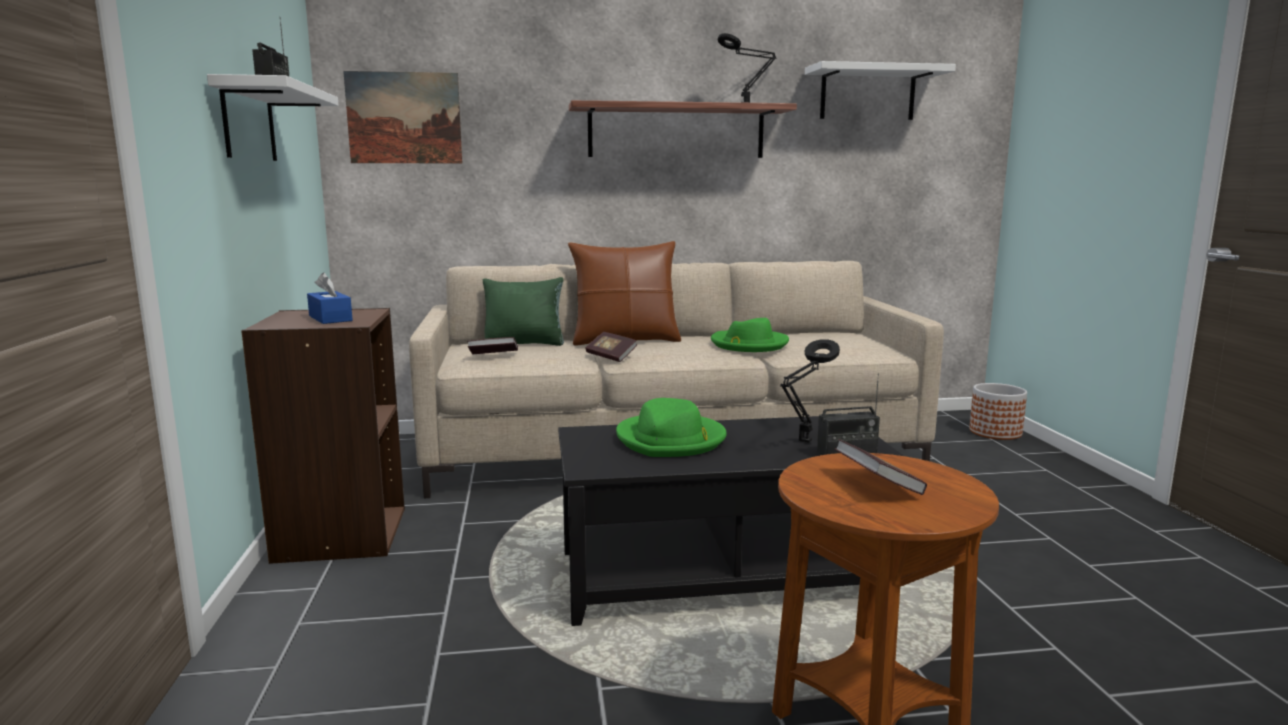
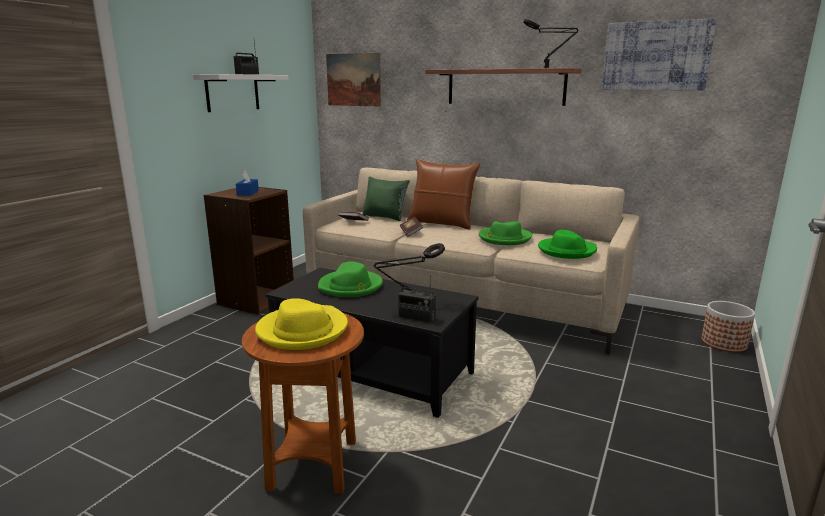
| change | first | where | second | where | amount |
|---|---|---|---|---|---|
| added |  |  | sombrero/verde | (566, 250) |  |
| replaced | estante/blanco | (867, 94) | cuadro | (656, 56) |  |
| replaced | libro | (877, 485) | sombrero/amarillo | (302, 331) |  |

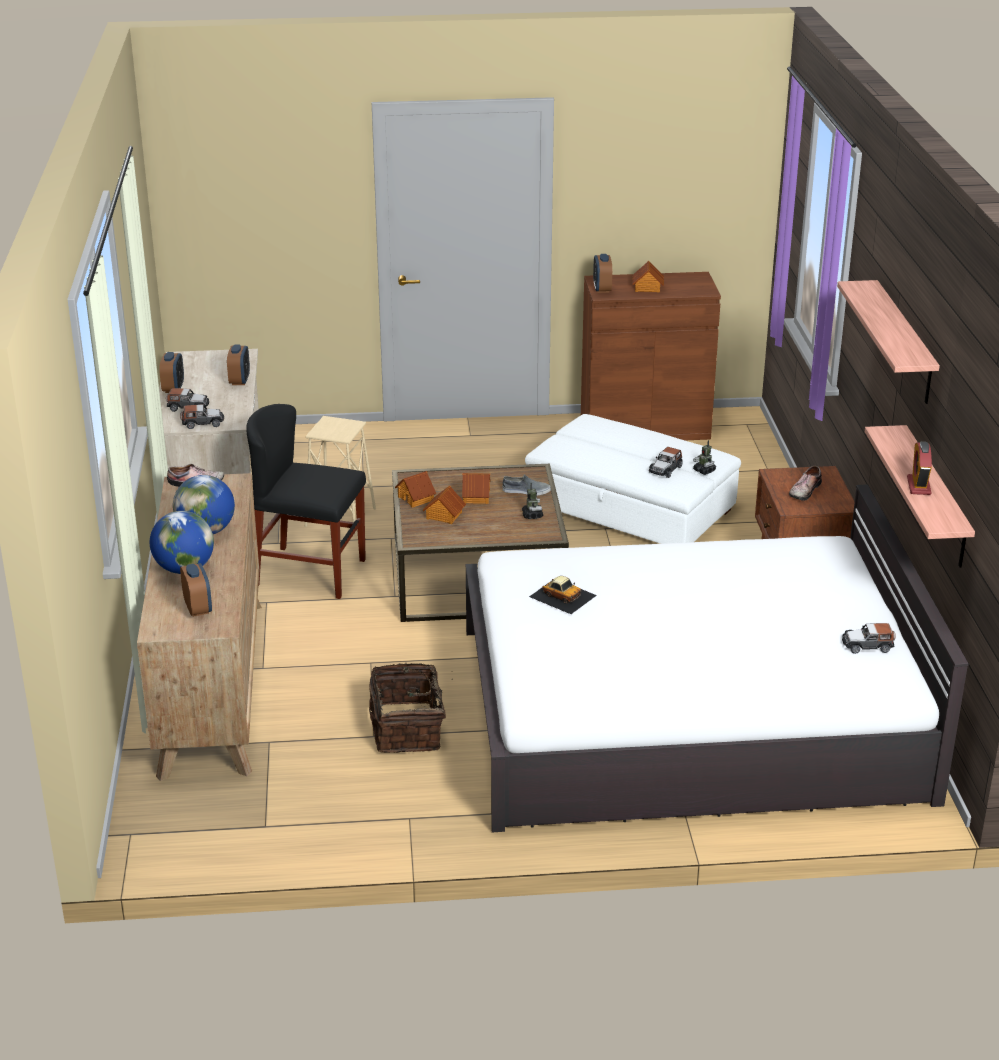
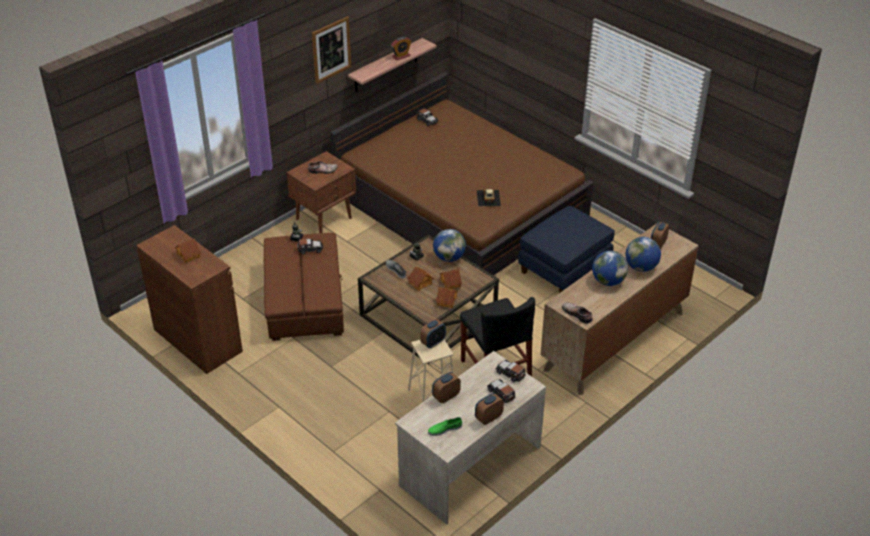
| change | first | where | second | where | amount |
|---|---|---|---|---|---|
| added |  |  | zapato/verde | (444, 429) |  |
| added |  |  | globo terráqueo | (449, 257) |  |
| moved | despertador | (602, 289) |  | (433, 342) |  |
| replaced | cesta | (408, 729) | puf/azul | (564, 268) |  |
| replaced | estante | (904, 343) | cuadro | (331, 49) |  |
| recoloured | cama/blanco | (689, 714) | cama/marrón | (460, 205) |  |
| recoloured | puf/blanco | (630, 507) | puf/marrón | (304, 299) |  |

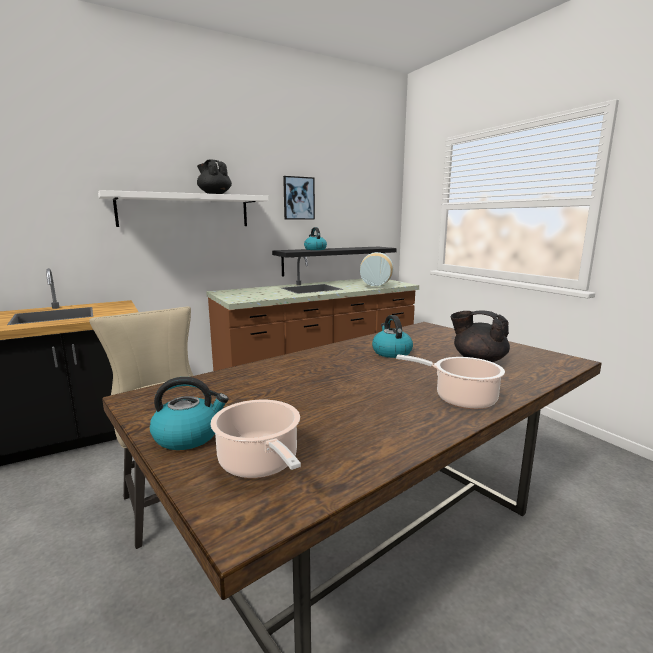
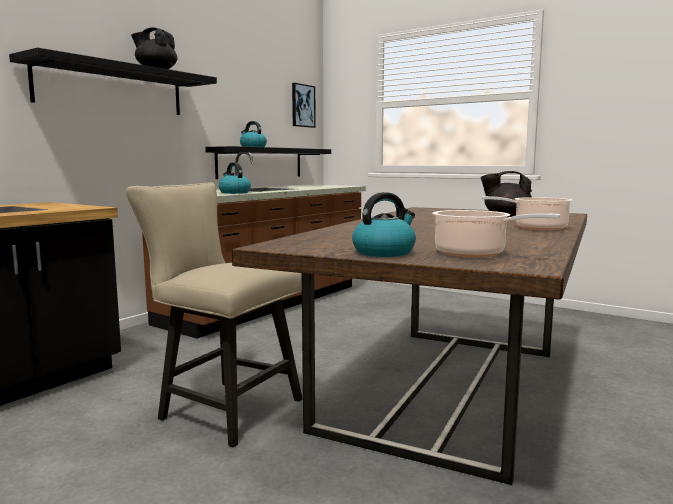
| change | first | where | second | where | amount |
|---|---|---|---|---|---|
| removed | florero | (375, 285) |  |  |  |
| moved | cuadro | (298, 198) |  | (302, 106) |  |
| moved | hervidor | (391, 352) |  | (234, 192) |  |
| recoloured | estante/blanco | (184, 211) | estante/negro | (112, 89) |  |

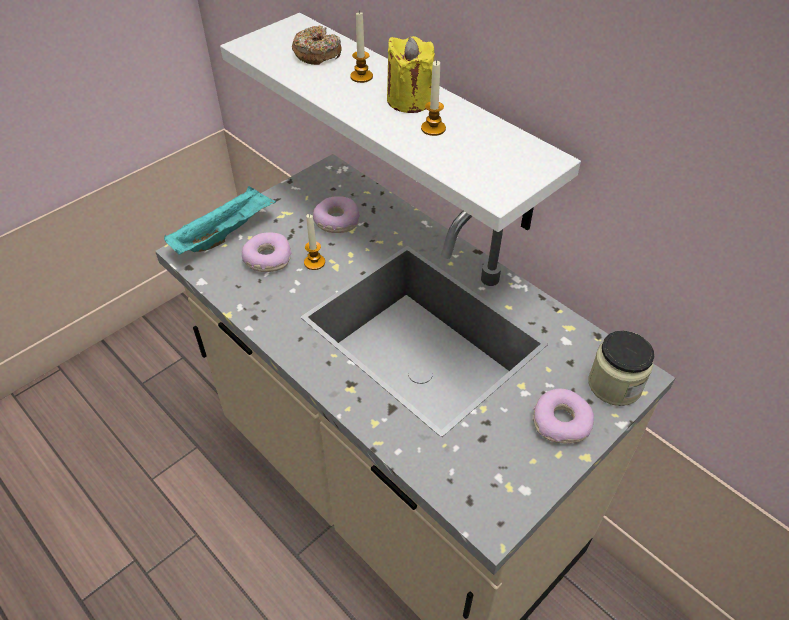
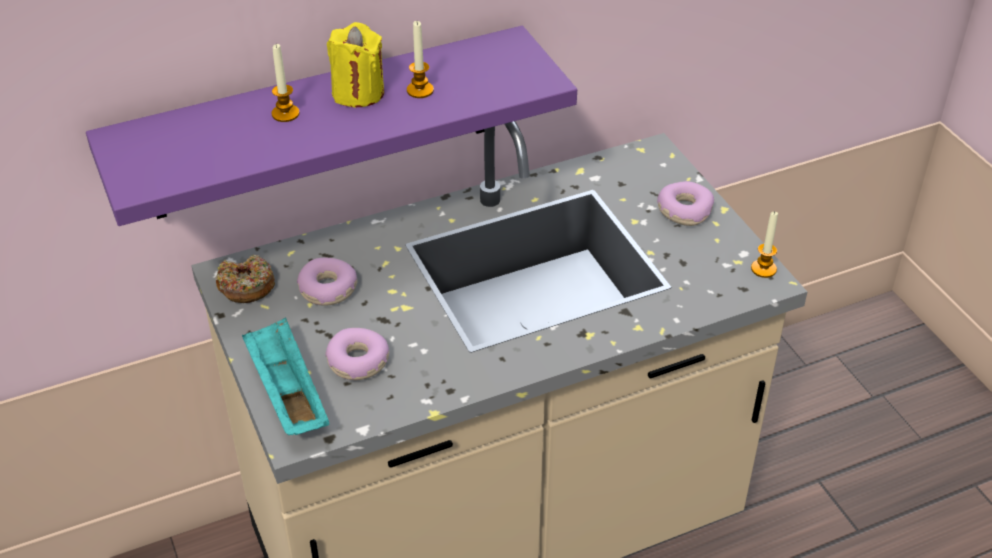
| change | first | where | second | where | amount |
|---|---|---|---|---|---|
| removed | tarro | (614, 385) |  |  |  |
| moved | rosquilla | (317, 54) |  | (246, 286) |  |
| moved | vela | (314, 262) |  | (763, 269) |  |
| recoloured | estante/blanco | (420, 121) | estante/morado | (321, 124) |  |

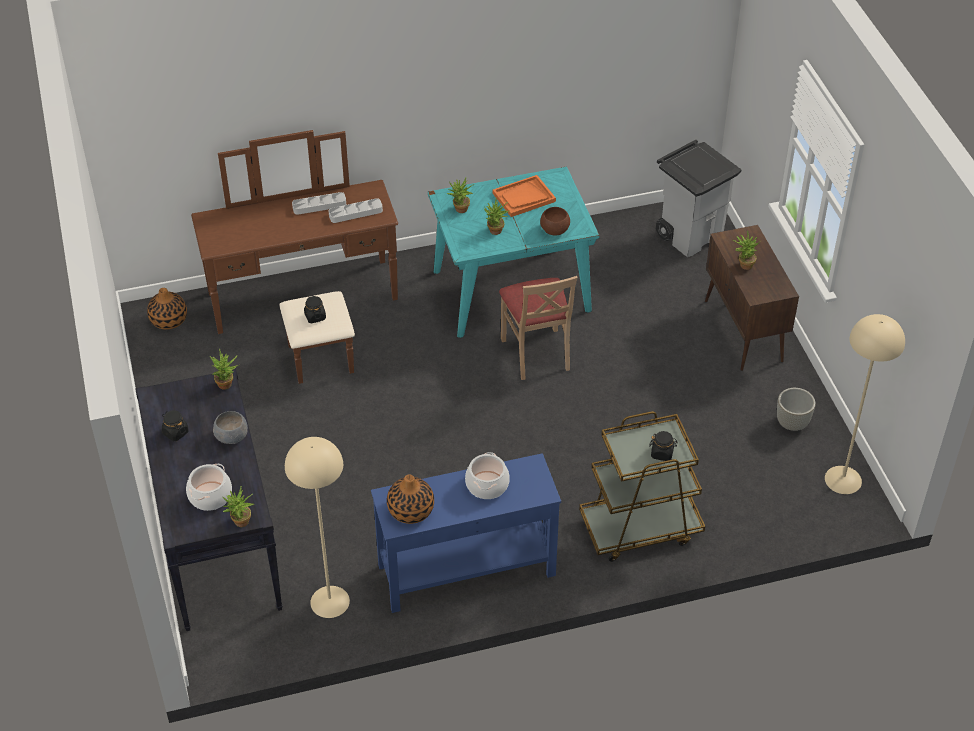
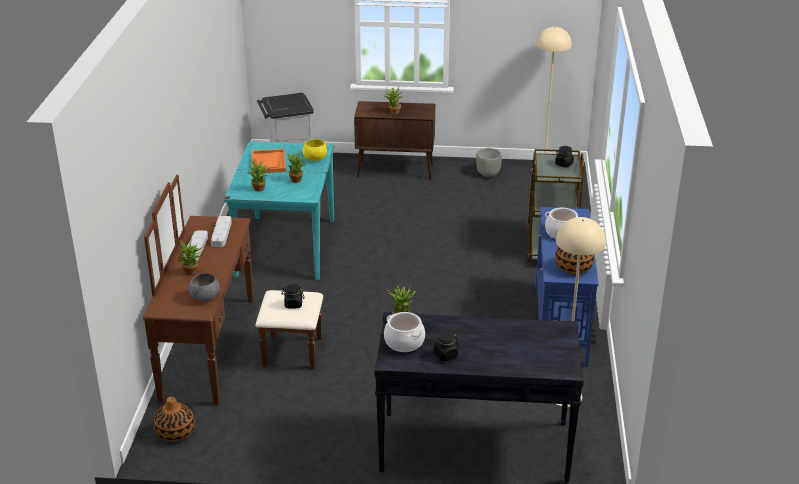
| change | first | where | second | where | amount |
|---|---|---|---|---|---|
| removed | silla/beis | (536, 353) |  |  |  |
| moved | olla | (210, 496) |  | (404, 342) |  |
| moved | cuenco/gris | (231, 436) |  | (204, 297) |  |
| moved | planta en maceta | (240, 524) |  | (192, 273) |  |
| recoloured | cuenco/marrón | (555, 230) | cuenco/amarillo | (315, 158) |  |

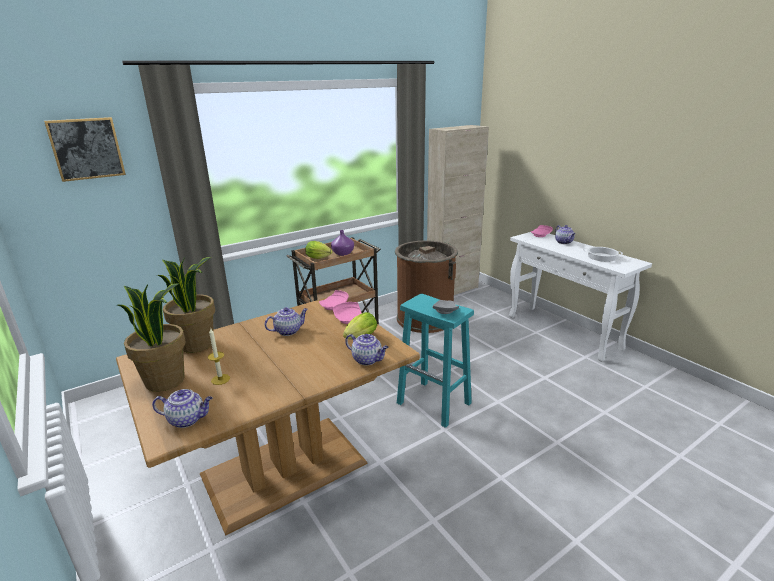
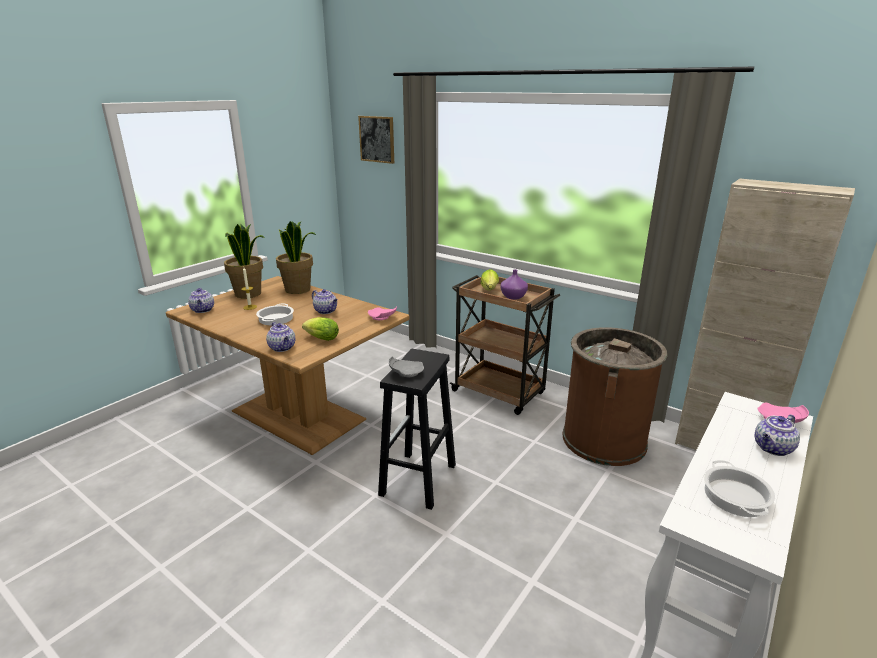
| change | first | where | second | where | amount |
|---|---|---|---|---|---|
| removed | plato/rosa | (348, 319) |  |  |  |
| added |  |  | olla | (276, 319) |  |
| recoloured | taburete/turquesa | (435, 403) | taburete/negro | (418, 480) |  |
| turned | tetera | (367, 360) |  | (282, 348) | 45 degrees counterclockwise |

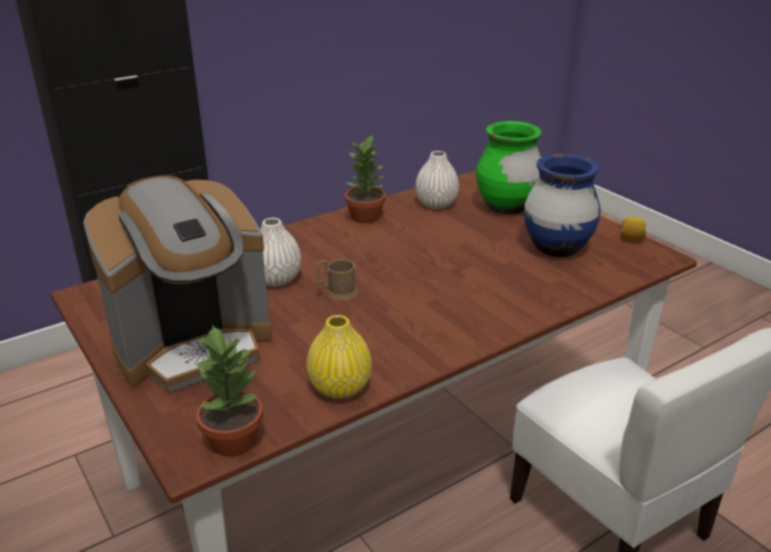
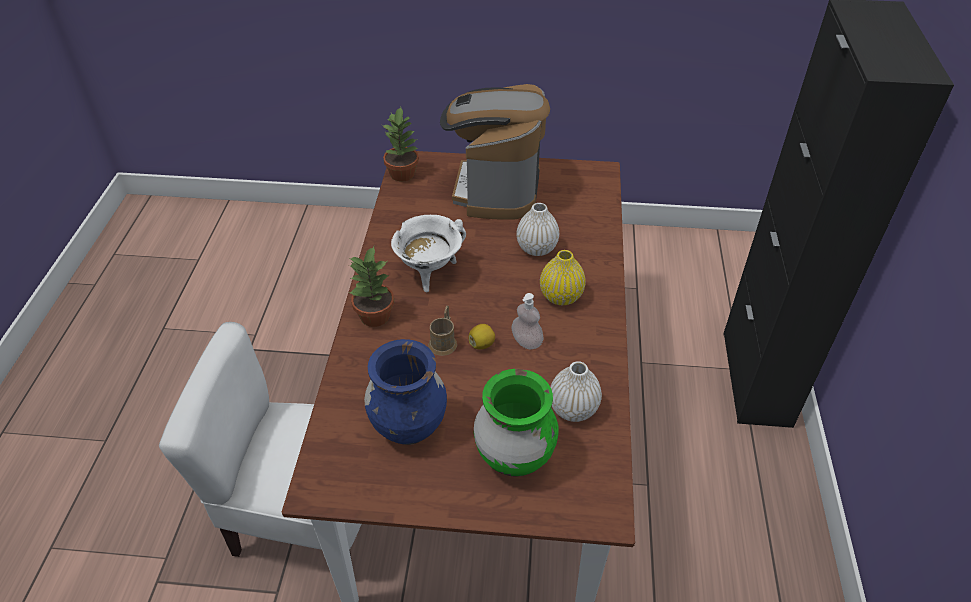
| change | first | where | second | where | amount |
|---|---|---|---|---|---|
| added |  |  | olla/blanco | (429, 273) |  |
| added |  |  | dispensador de jabón | (526, 341) |  |
| moved | florero/amarillo | (340, 387) |  | (561, 296) |  |
| moved | taza grande/marrón | (337, 292) |  | (444, 341) |  |
| moved | planta en maceta | (366, 217) |  | (374, 316) |  |
| moved | limón | (631, 239) |  | (482, 344) |  |

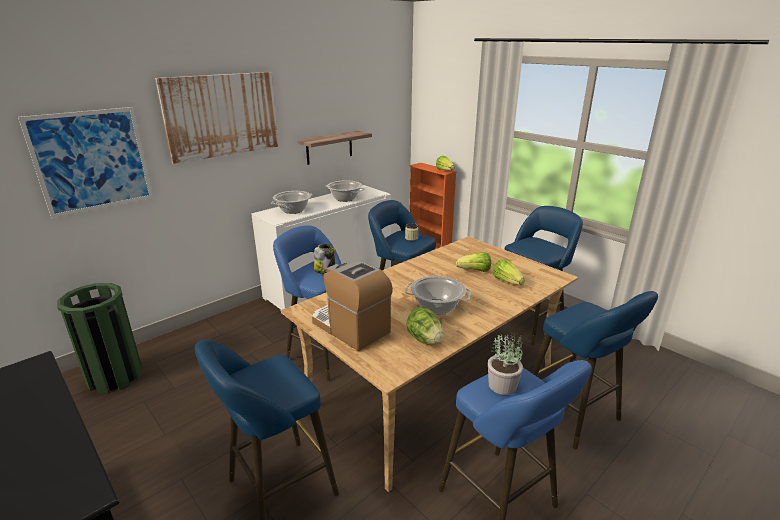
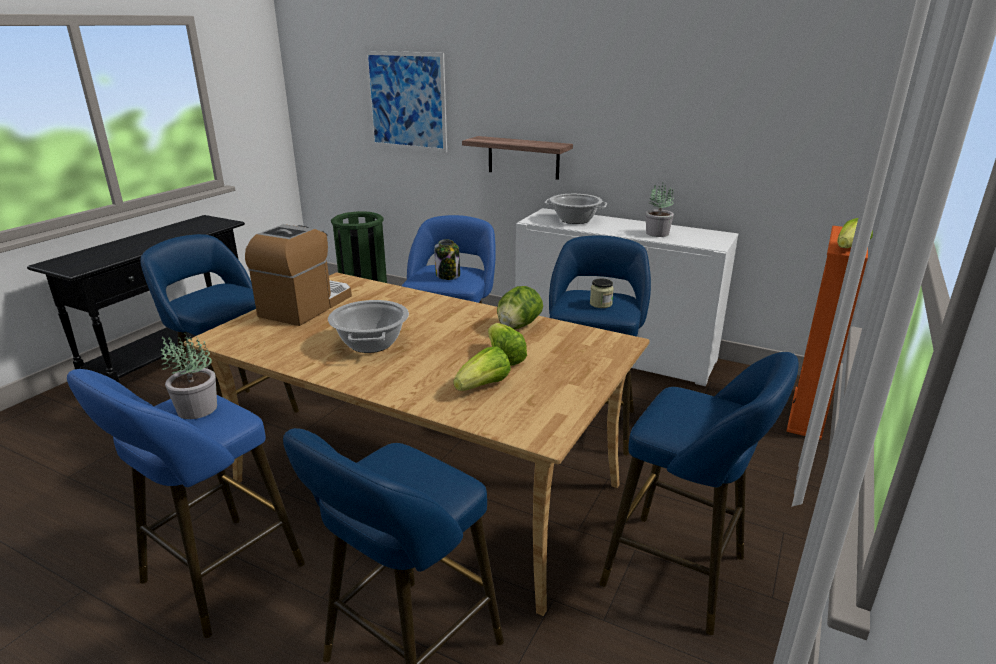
| change | first | where | second | where | amount |
|---|---|---|---|---|---|
| removed | cuadro | (222, 115) |  |  |  |
| moved | estante | (329, 147) |  | (523, 157) |  |
| moved | lechuga | (424, 339) |  | (518, 326) |  |
| replaced | olla | (345, 198) | planta en maceta | (656, 233) |  |

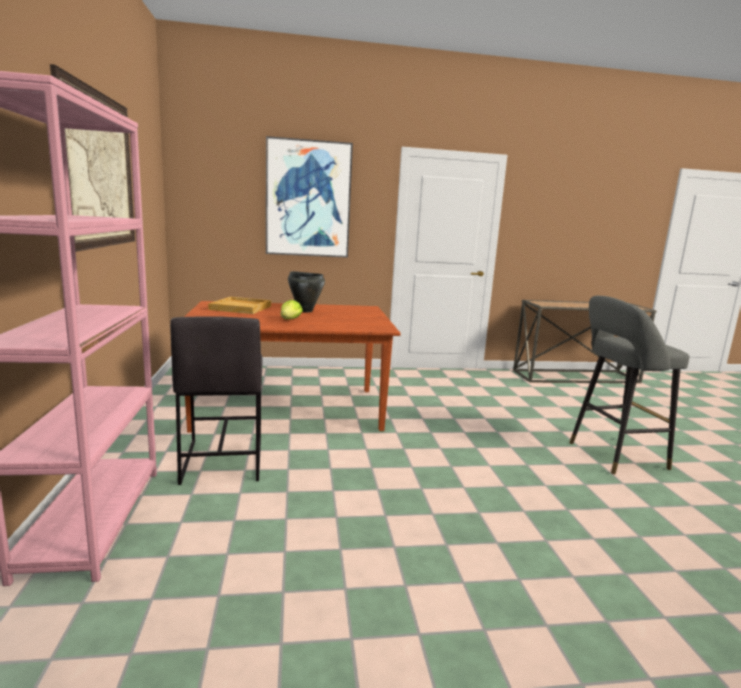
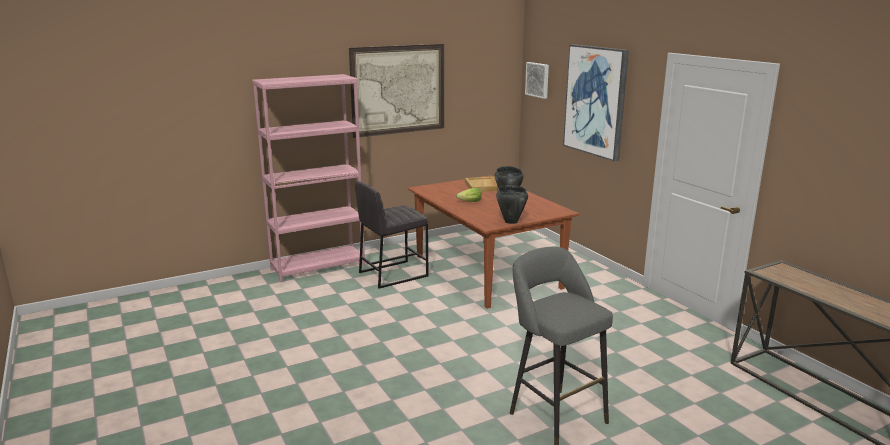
| change | first | where | second | where | amount |
|---|---|---|---|---|---|
| added |  |  | olla/negro | (511, 221) |  |
| added |  |  | cuadro | (538, 79) |  |

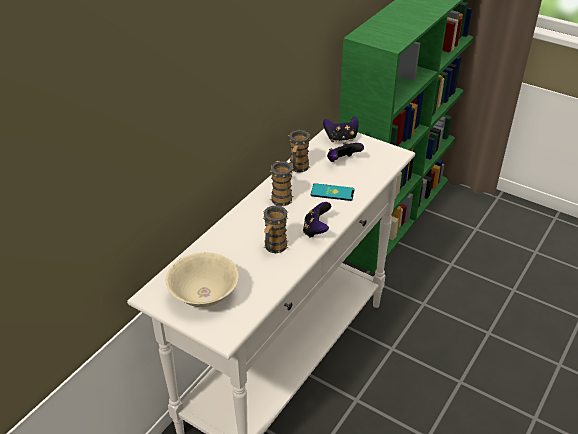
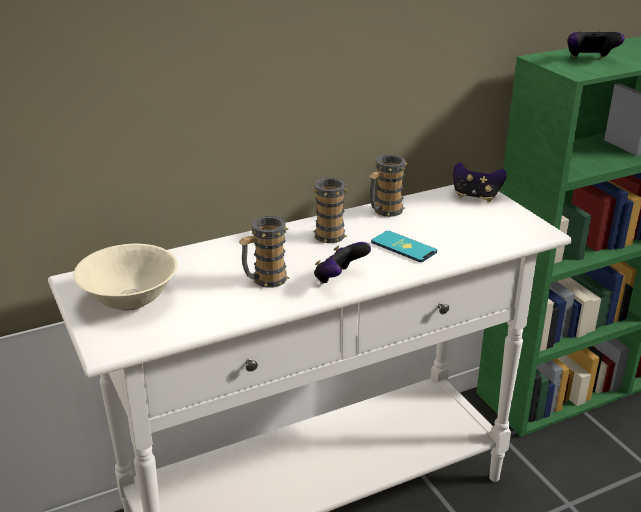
| change | first | where | second | where | amount |
|---|---|---|---|---|---|
| moved | mando de consola | (342, 161) |  | (590, 59) |  |

